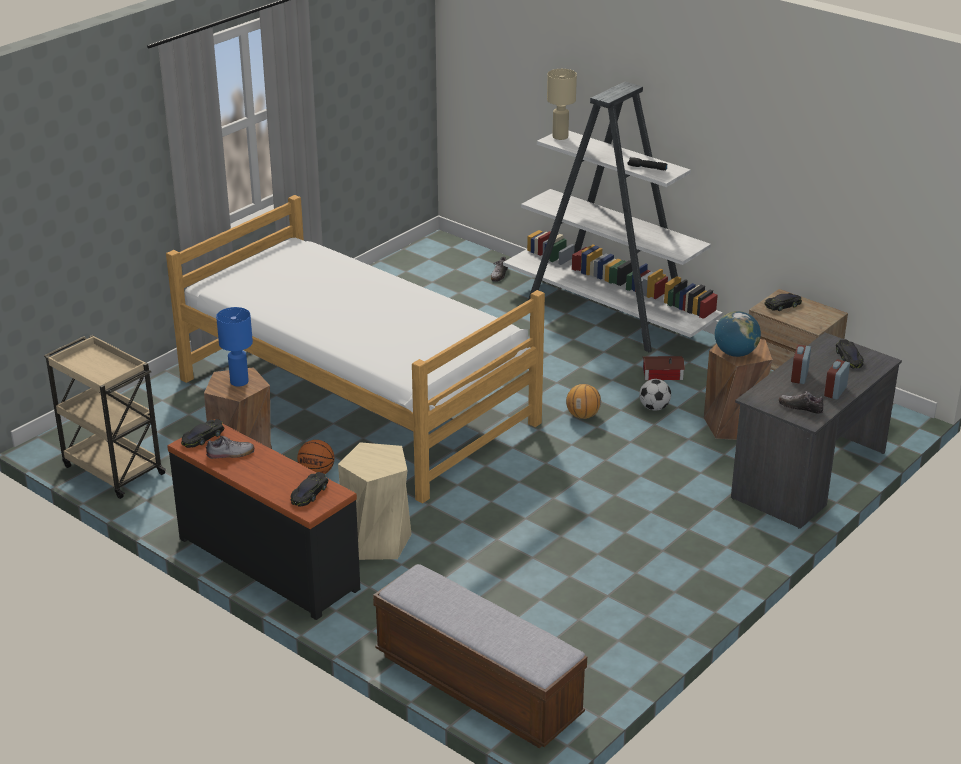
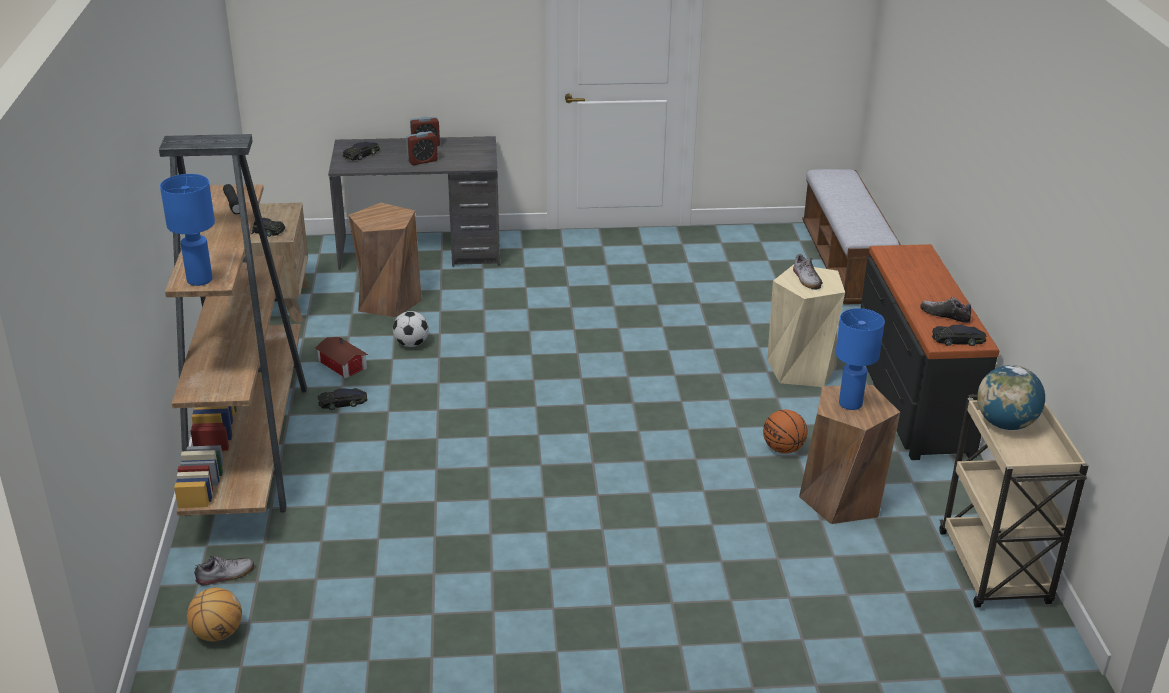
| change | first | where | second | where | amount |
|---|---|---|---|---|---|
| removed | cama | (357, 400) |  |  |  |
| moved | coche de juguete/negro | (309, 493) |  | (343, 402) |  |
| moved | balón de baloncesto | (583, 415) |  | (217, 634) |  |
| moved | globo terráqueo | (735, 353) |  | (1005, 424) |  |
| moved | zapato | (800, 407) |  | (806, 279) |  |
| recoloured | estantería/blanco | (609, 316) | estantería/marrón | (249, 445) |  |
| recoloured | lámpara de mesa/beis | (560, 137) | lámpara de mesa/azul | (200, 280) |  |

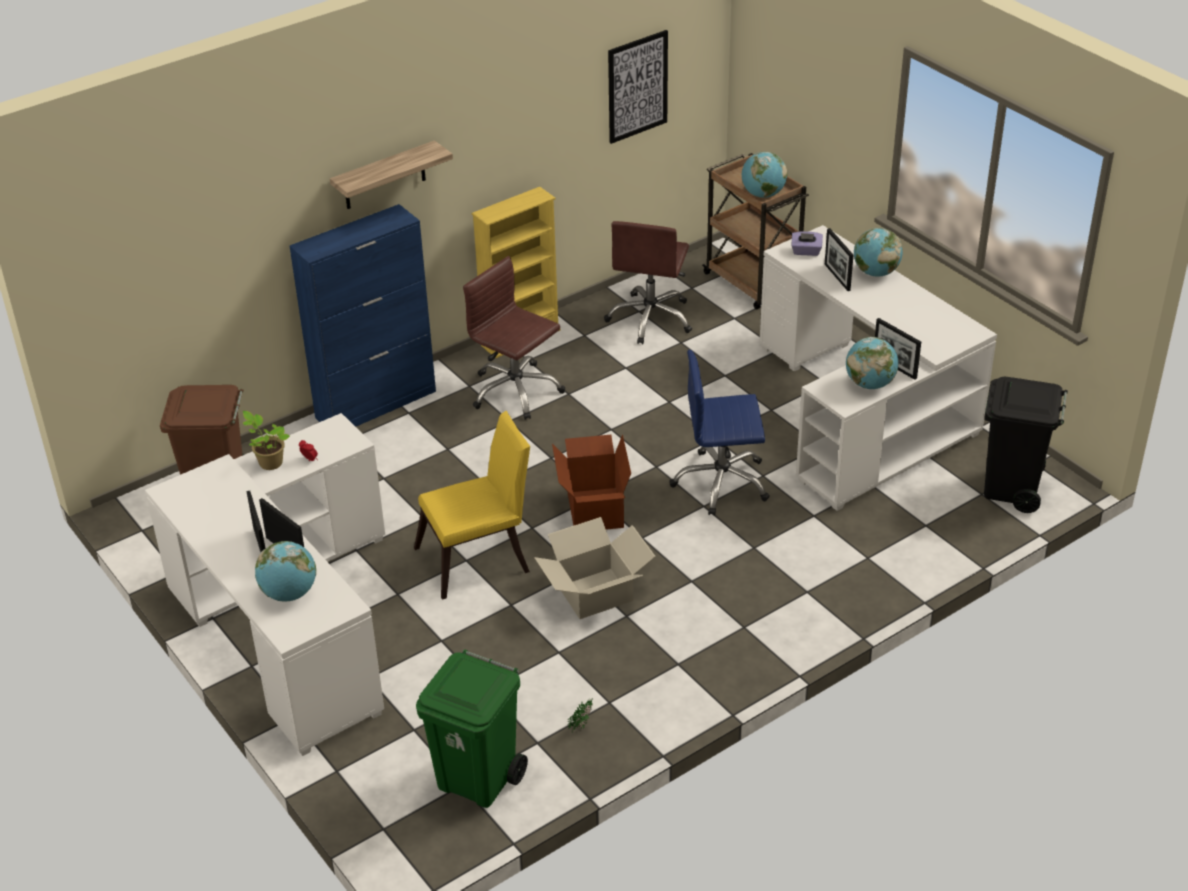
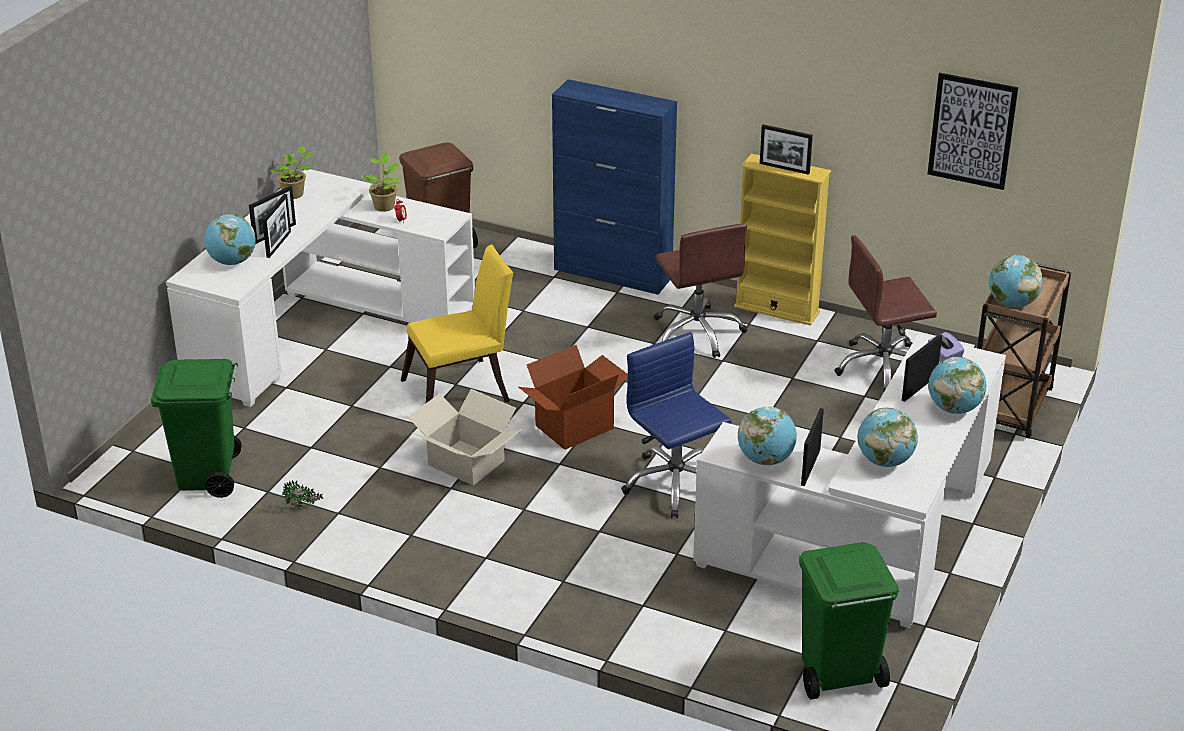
| change | first | where | second | where | amount |
|---|---|---|---|---|---|
| removed | estante | (384, 176) |  |  |  |
| added |  |  | planta en maceta | (295, 194) |  |
| added |  |  | portarretratos | (784, 168) |  |
| added |  |  | globo terráqueo | (885, 461) |  |
| recoloured | papelera/negro | (1011, 489) | papelera/verde | (837, 676) |  |
| turned | silla/amarillo | (479, 558) |  | (462, 390) | 60 degrees counterclockwise |
| turned | silla de oficina/marrón | (515, 391) |  | (698, 332) | 150 degrees clockwise |

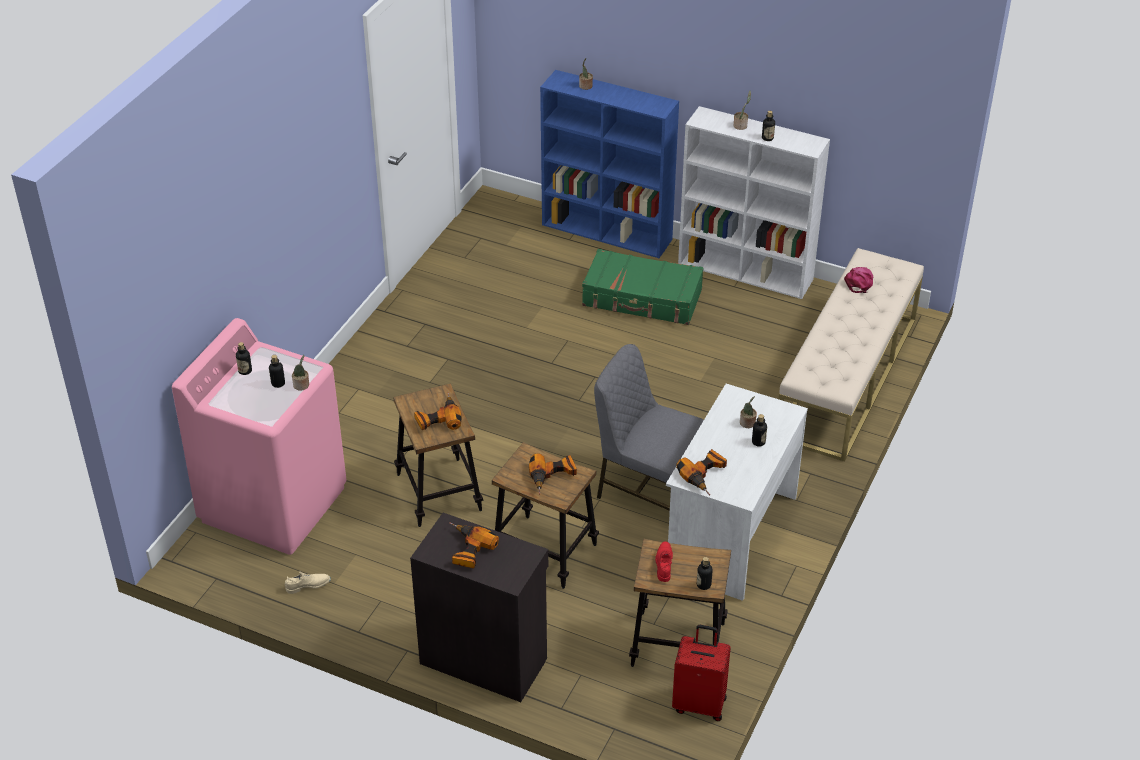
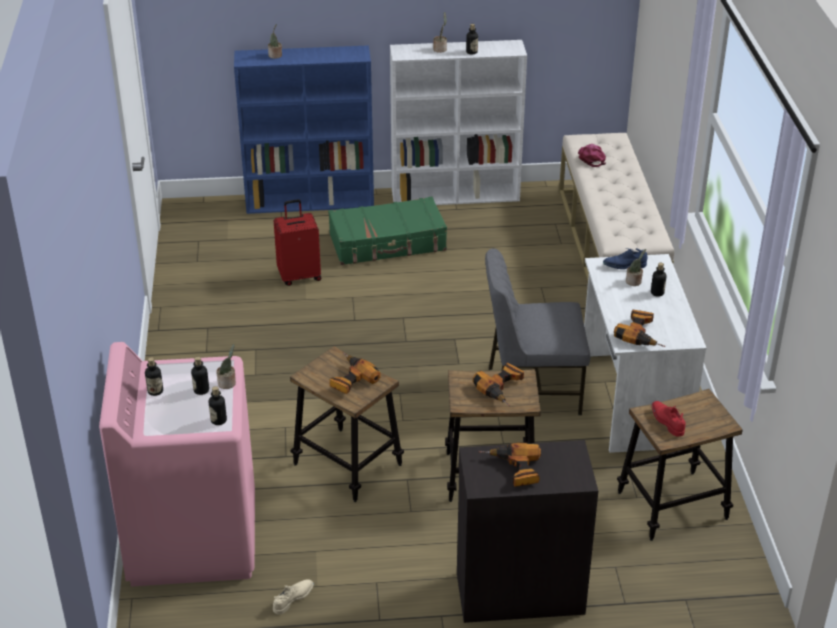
| change | first | where | second | where | amount |
|---|---|---|---|---|---|
| added |  |  | zapato/azul | (624, 266) |  |
| moved | maleta/rojo | (700, 703) |  | (299, 276) |  |
| moved | botella | (703, 585) |  | (218, 420) |  |

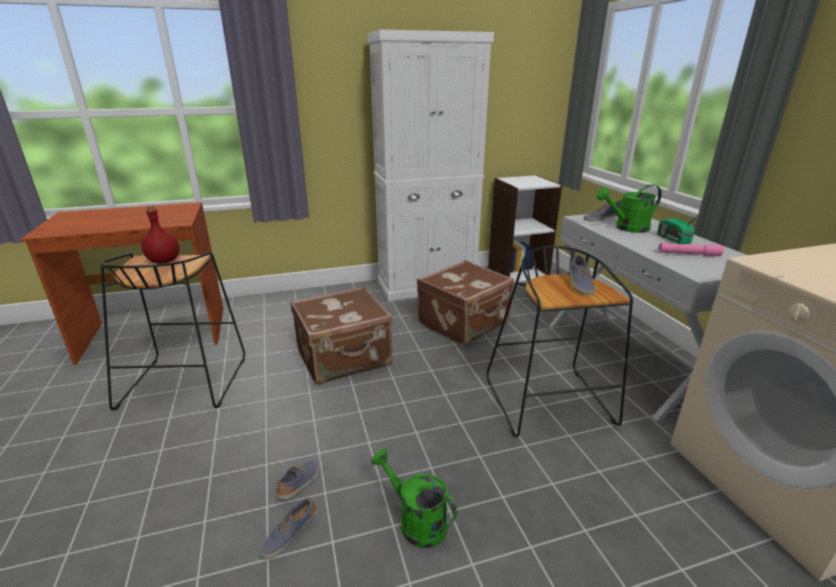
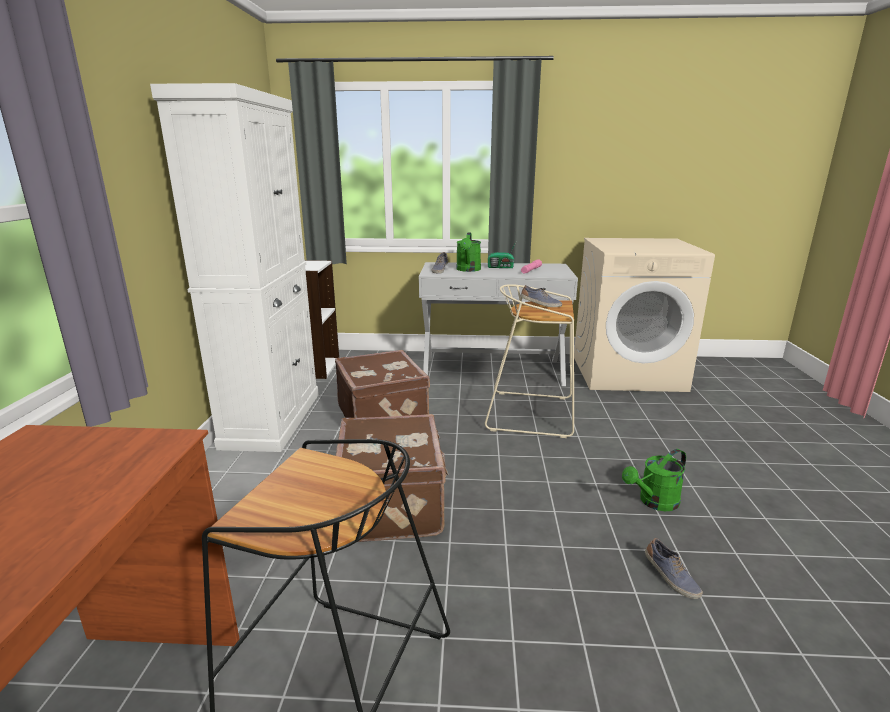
| change | first | where | second | where | amount |
|---|---|---|---|---|---|
| removed | botella/rojo | (164, 261) |  |  |  |
| removed | zapato | (300, 484) |  |  |  |
| recoloured | taburete/negro | (550, 403) | taburete/beis | (532, 413) |  |

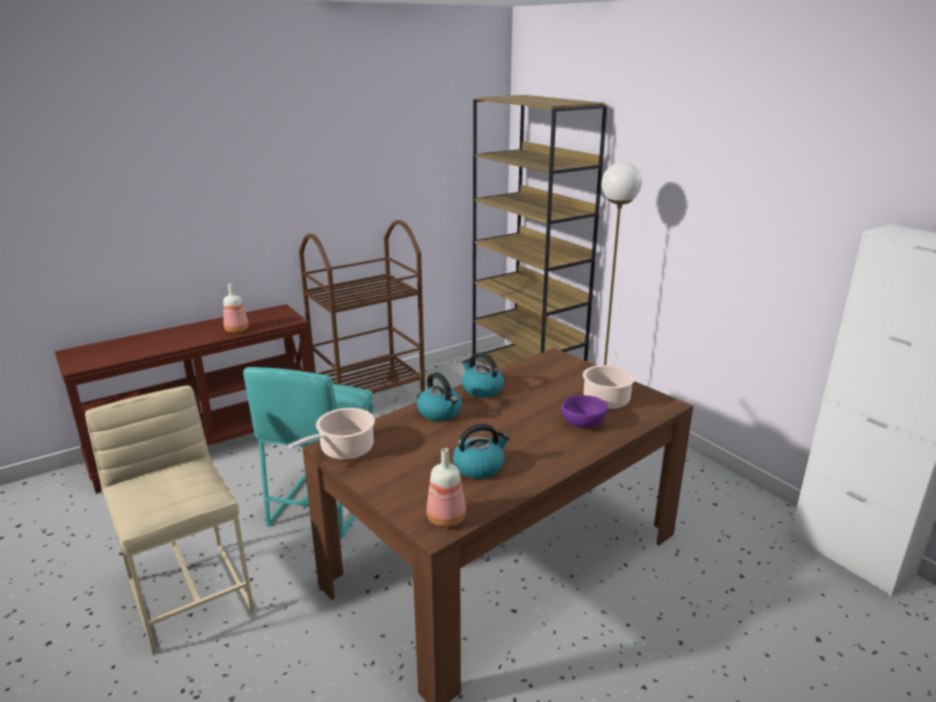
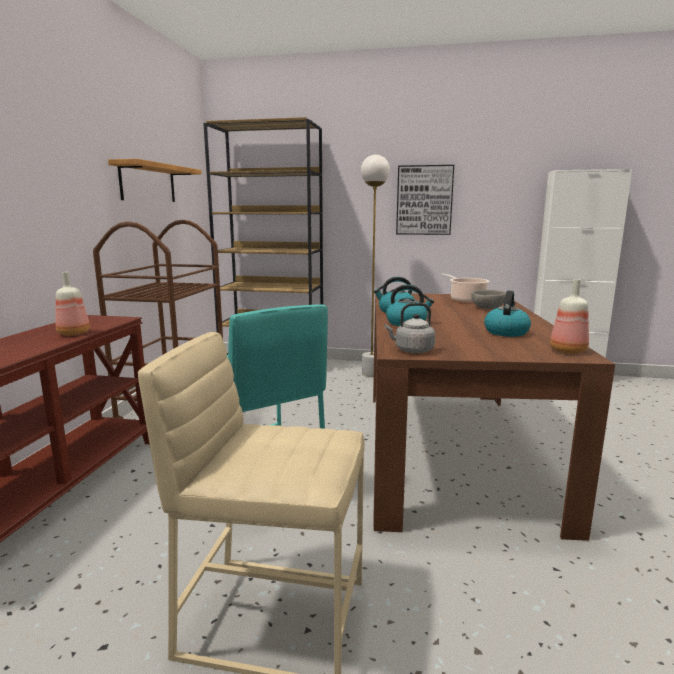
| change | first | where | second | where | amount |
|---|---|---|---|---|---|
| added |  |  | estante | (148, 183) |  |
| added |  |  | cuadro | (424, 200) |  |
| replaced | olla | (344, 450) | hervidor/gris | (412, 350) |  |
| recoloured | cuenco/morado | (583, 423) | cuenco/gris | (488, 308) |  |

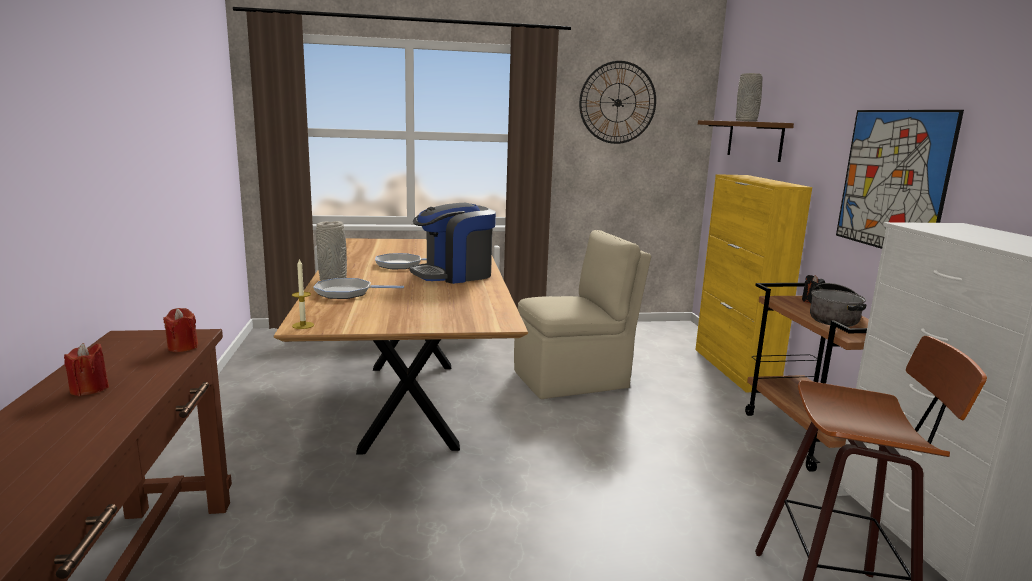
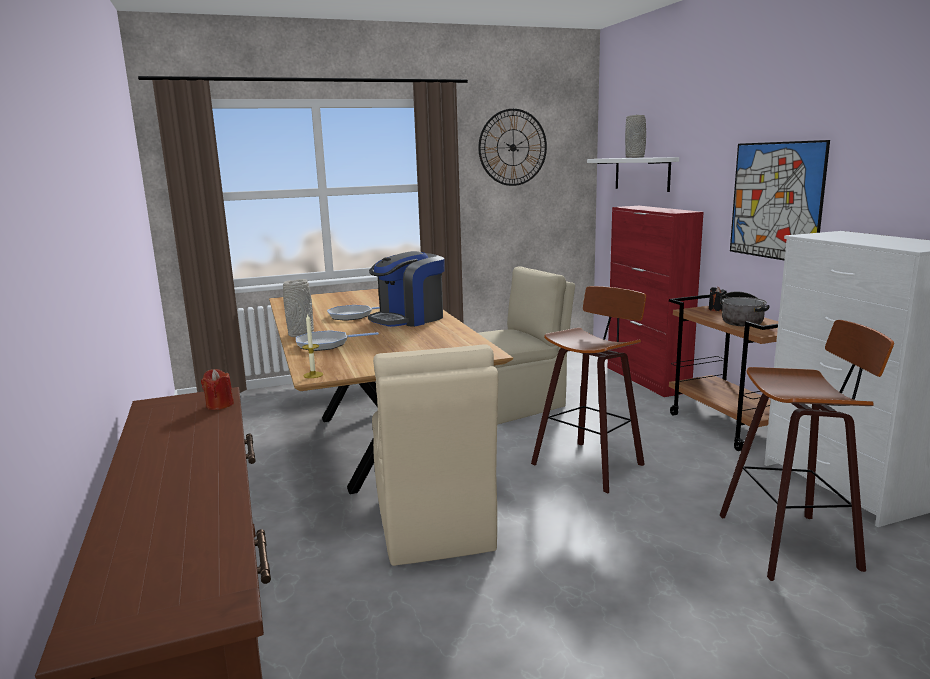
| change | first | where | second | where | amount |
|---|---|---|---|---|---|
| removed | vela/rojo | (89, 389) |  |  |  |
| added |  |  | silla/beis | (433, 526) |  |
| added |  |  | taburete | (591, 463) |  |
| recoloured | armario/amarillo | (734, 369) | armario/rojo | (647, 379) |  |
| recoloured | estante/marrón | (754, 140) | estante/blanco | (642, 174) |  |

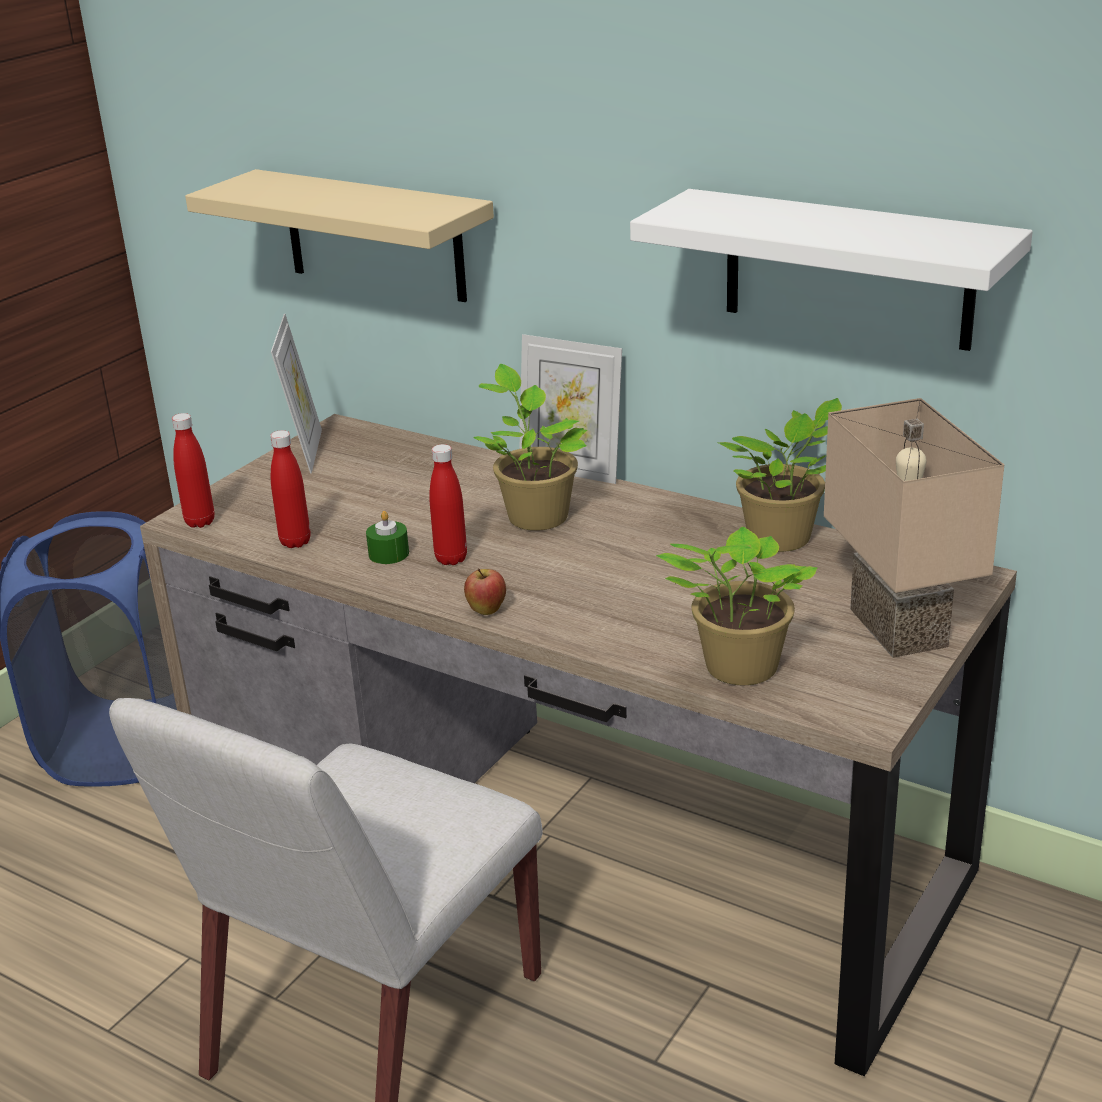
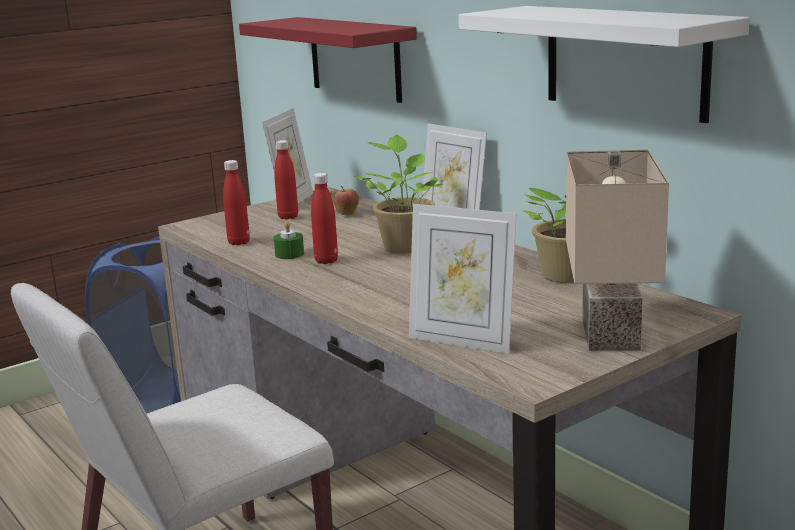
| change | first | where | second | where | amount |
|---|---|---|---|---|---|
| moved | botella/rojo | (200, 522) |  | (288, 217) |  |
| moved | manzana | (486, 611) |  | (346, 214) |  |
| replaced | planta en maceta | (737, 669) | portarretratos | (462, 341) |  |
| recoloured | estante/beis | (374, 235) | estante/rojo | (354, 58) |  |

